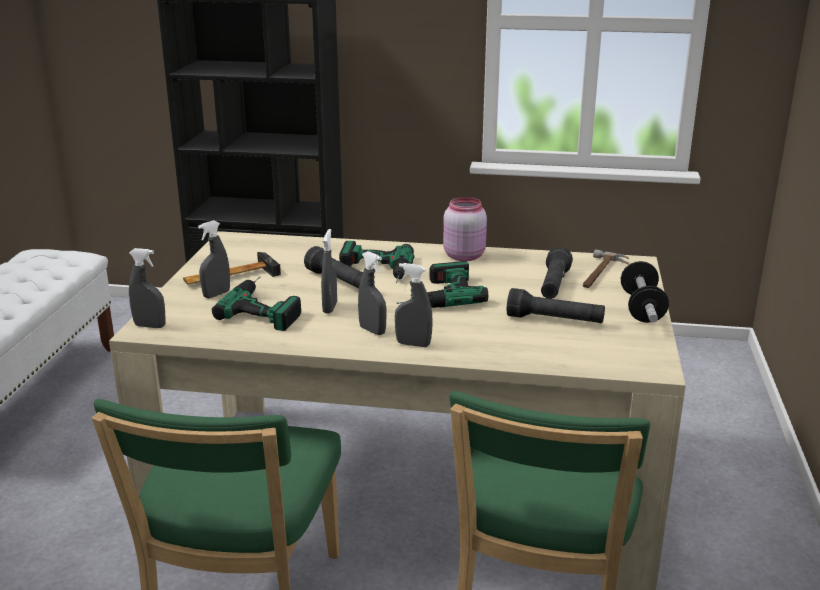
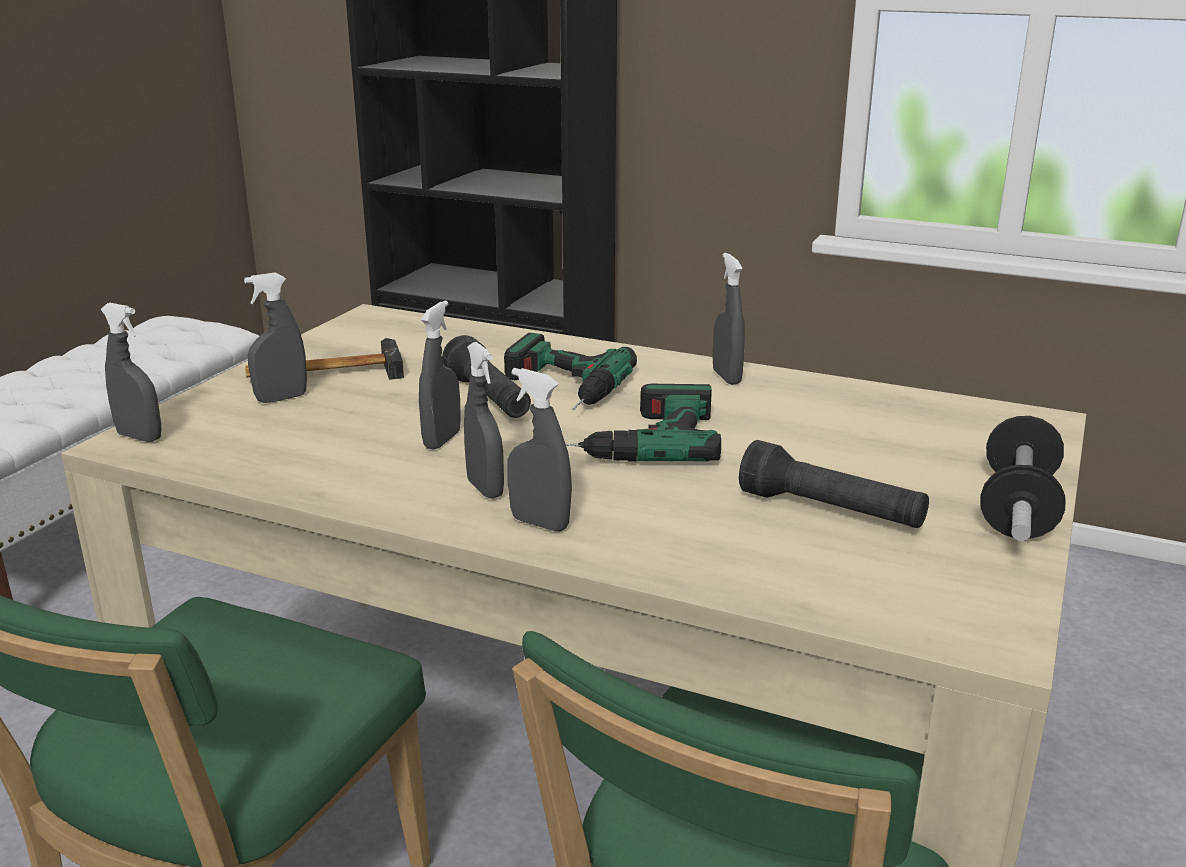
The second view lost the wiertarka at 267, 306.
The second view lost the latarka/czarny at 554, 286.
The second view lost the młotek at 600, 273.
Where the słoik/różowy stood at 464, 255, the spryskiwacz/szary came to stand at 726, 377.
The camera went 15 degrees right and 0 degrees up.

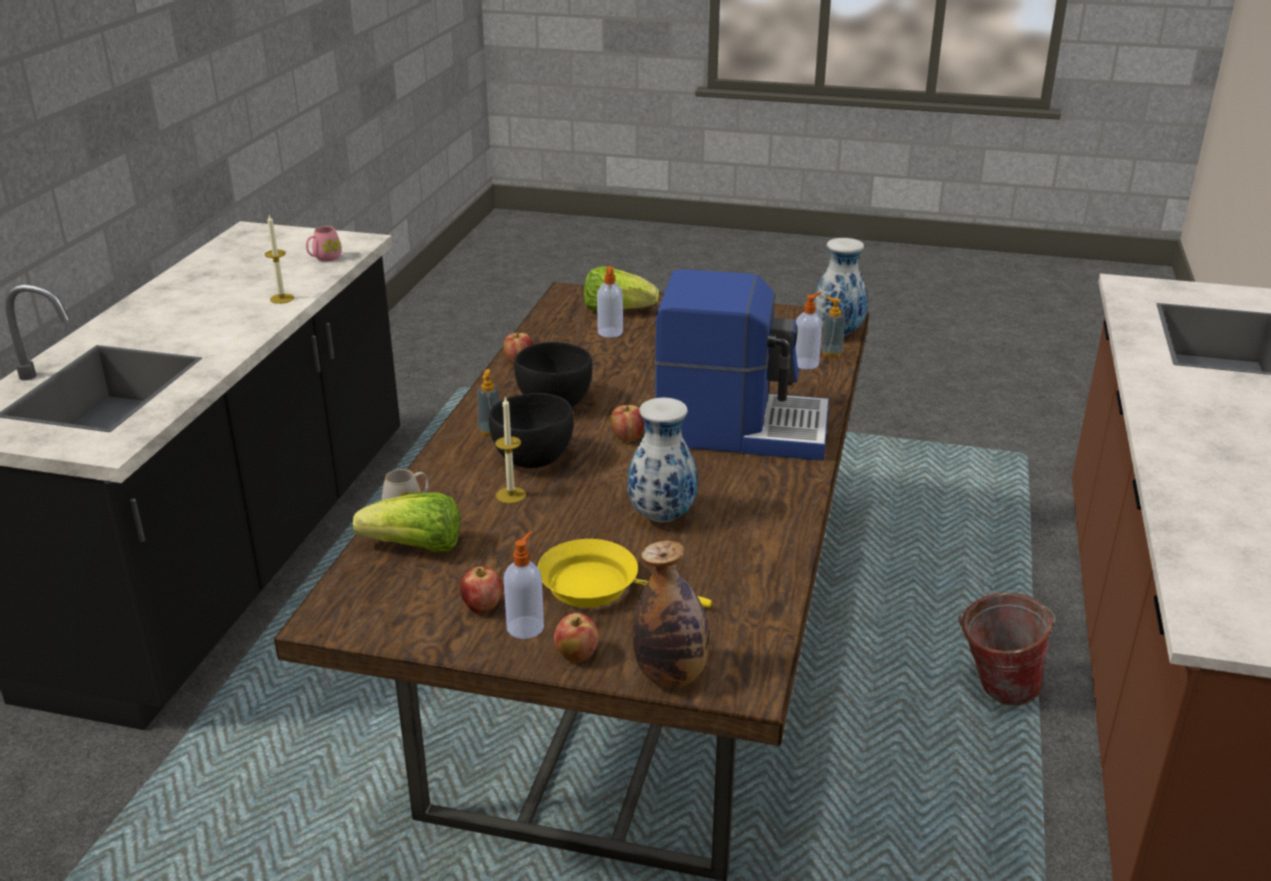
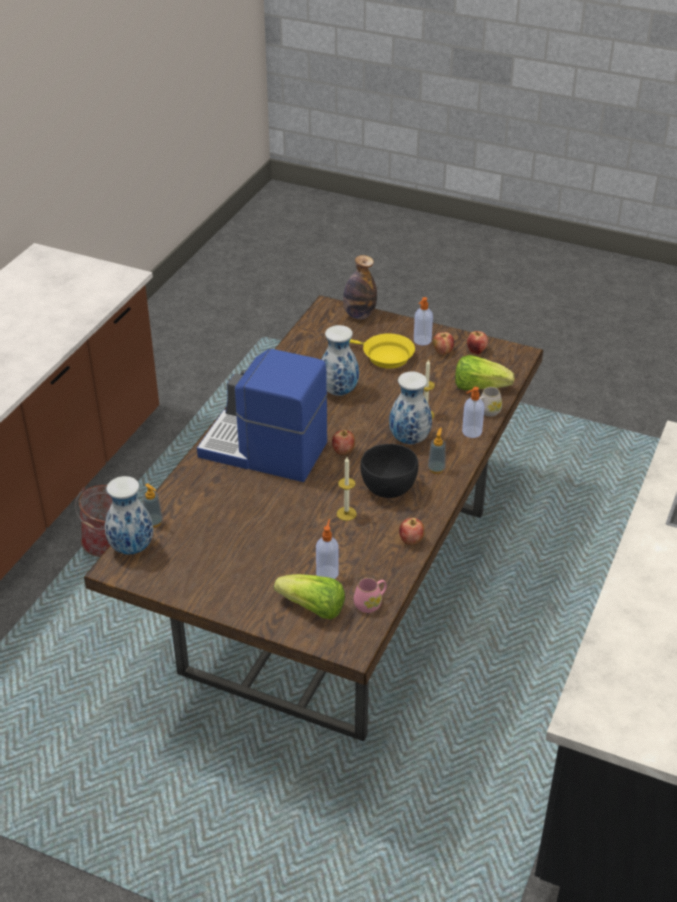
The świeca ended up elsewhere, having gone from 282, 298 to 346, 513.
The kubek/różowy ended up elsewhere, having gone from 324, 258 to 370, 603.
The jabłko ended up elsewhere, having gone from 576, 655 to 476, 351.
The dozownik mydła ended up elsewhere, having gone from 806, 363 to 471, 432.
Where the miska/czarny stood at 534, 460, the wazon came to stand at 408, 440.
The camera went 170 degrees left and 10 degrees up.

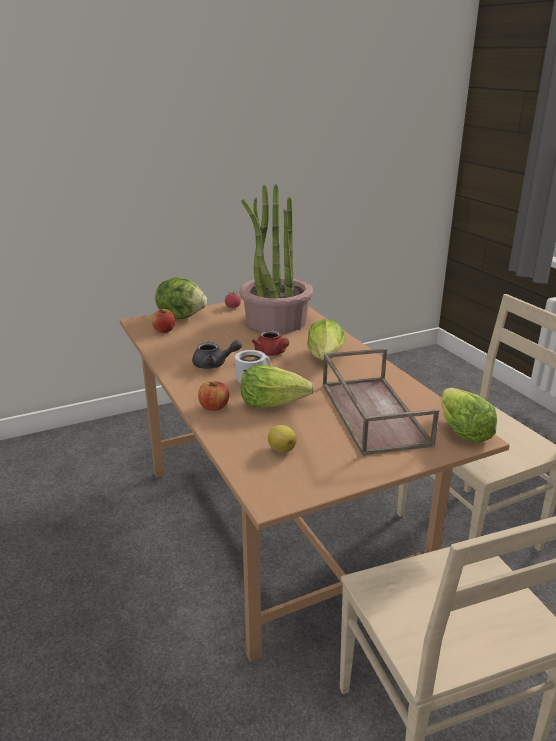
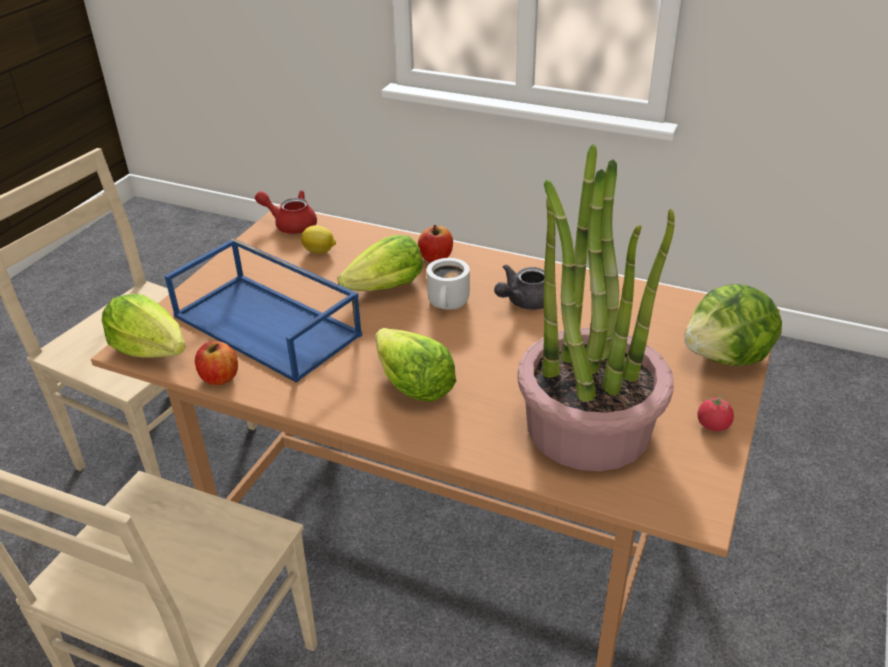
The jabłko ended up elsewhere, having gone from 164, 330 to 219, 377.
The imbryk/czerwony ended up elsewhere, having gone from 272, 353 to 291, 224.
What was the taca/brązowy at 371, 413 turned into the taca/niebieski at 269, 325.
The camera went 140 degrees right and 10 degrees up.

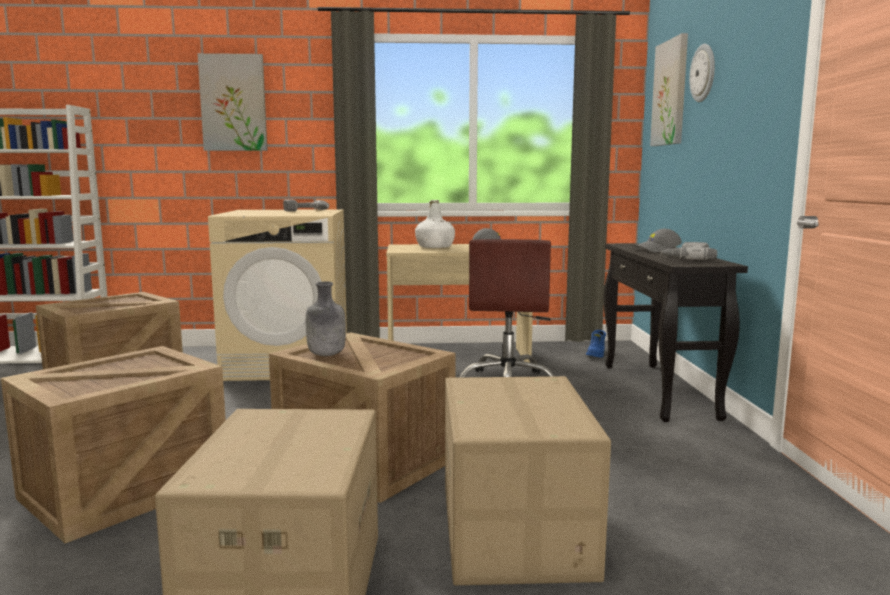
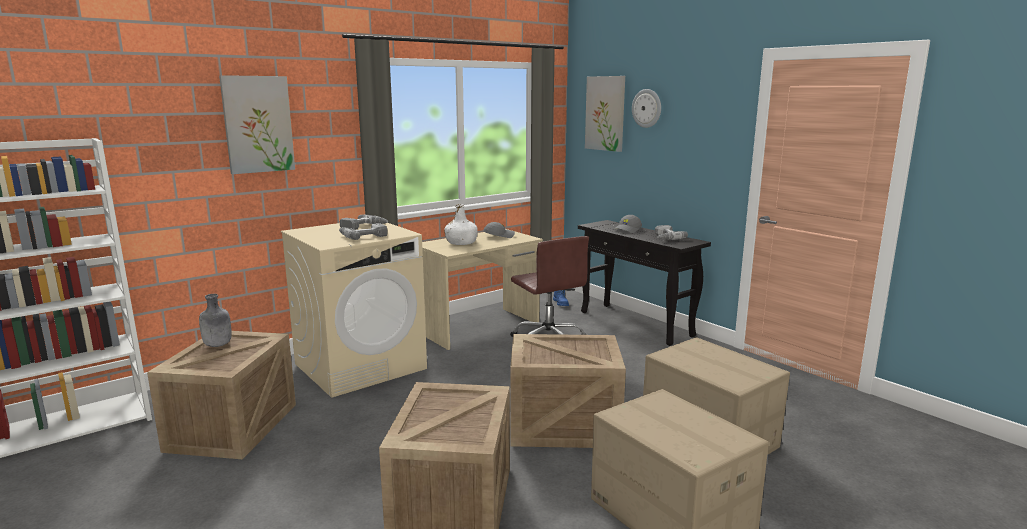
The second view gained the wiertarka at 362, 236.
The butelka/szary ended up elsewhere, having gone from 326, 355 to 218, 345.
The camera went 35 degrees left and 5 degrees up.

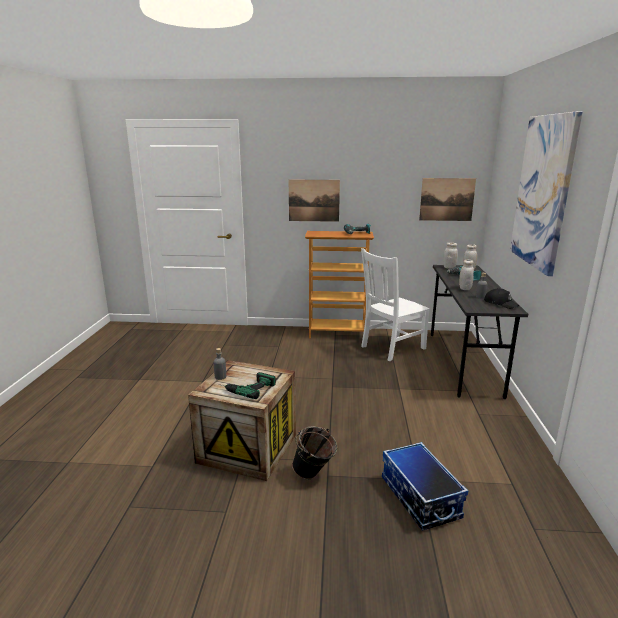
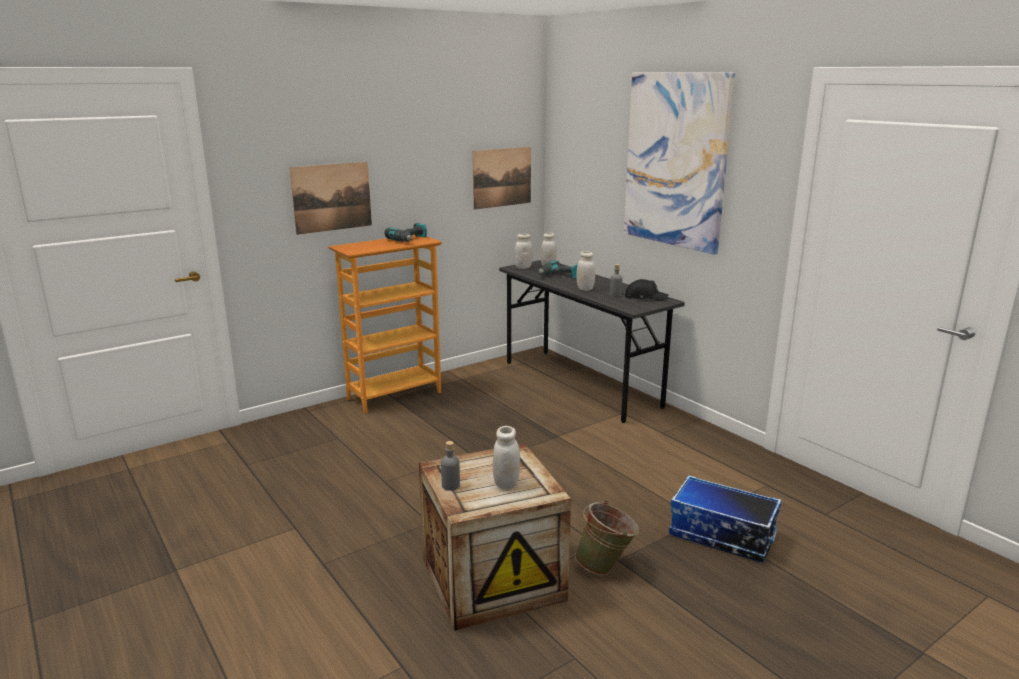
The second view lost the krzesło/biały at 391, 348.
Where the wiertarka stood at 246, 387, the słoik/biały came to stand at 506, 484.
What was the wiadro/czarny at 314, 475 turned into the wiadro/zielony at 606, 567.
The camera went 40 degrees left and 0 degrees up.

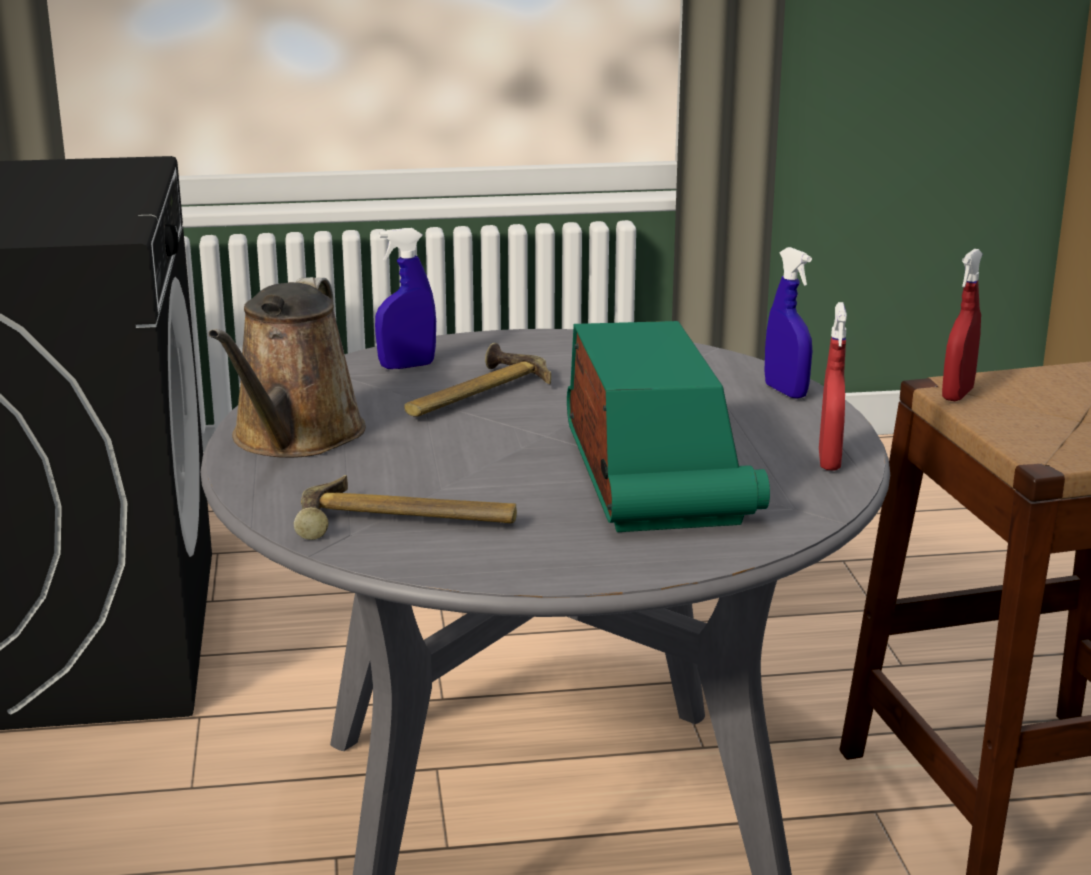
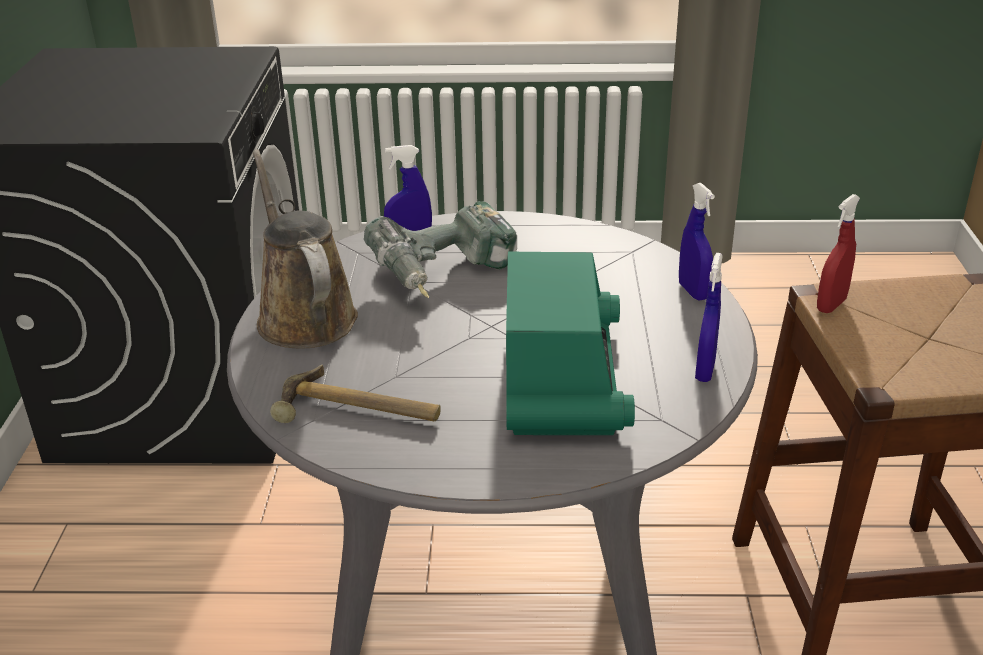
Where the młotek stood at 472, 395, the wiertarka came to stand at 449, 279.
What was the spryskiwacz/czerwony at 829, 461 turned into the spryskiwacz/niebieski at 705, 371.
The konewka/brązowy at 294, 438 ended up facing another way, 135 degrees clockwise from before.
The camera went 10 degrees right and 10 degrees up.

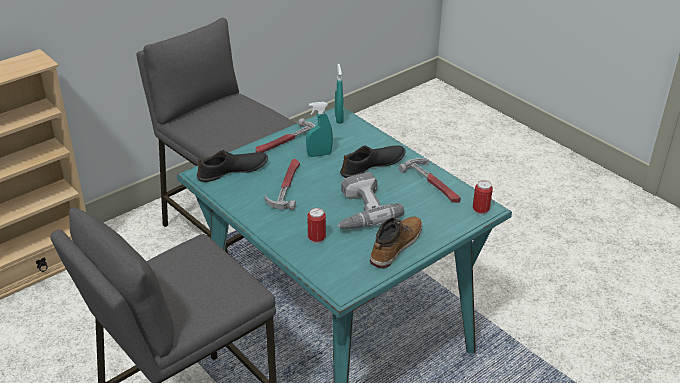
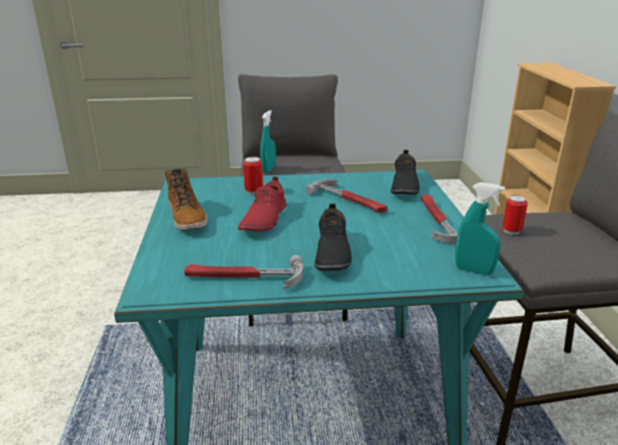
The spryskiwacz/turkusowy ended up elsewhere, having gone from 319, 155 to 268, 169.
The puszka ended up elsewhere, having gone from 480, 210 to 511, 231.
Where the wiertarka stood at 359, 210, the but/czerwony came to stand at 263, 219.
The camera went 125 degrees right and 10 degrees down.

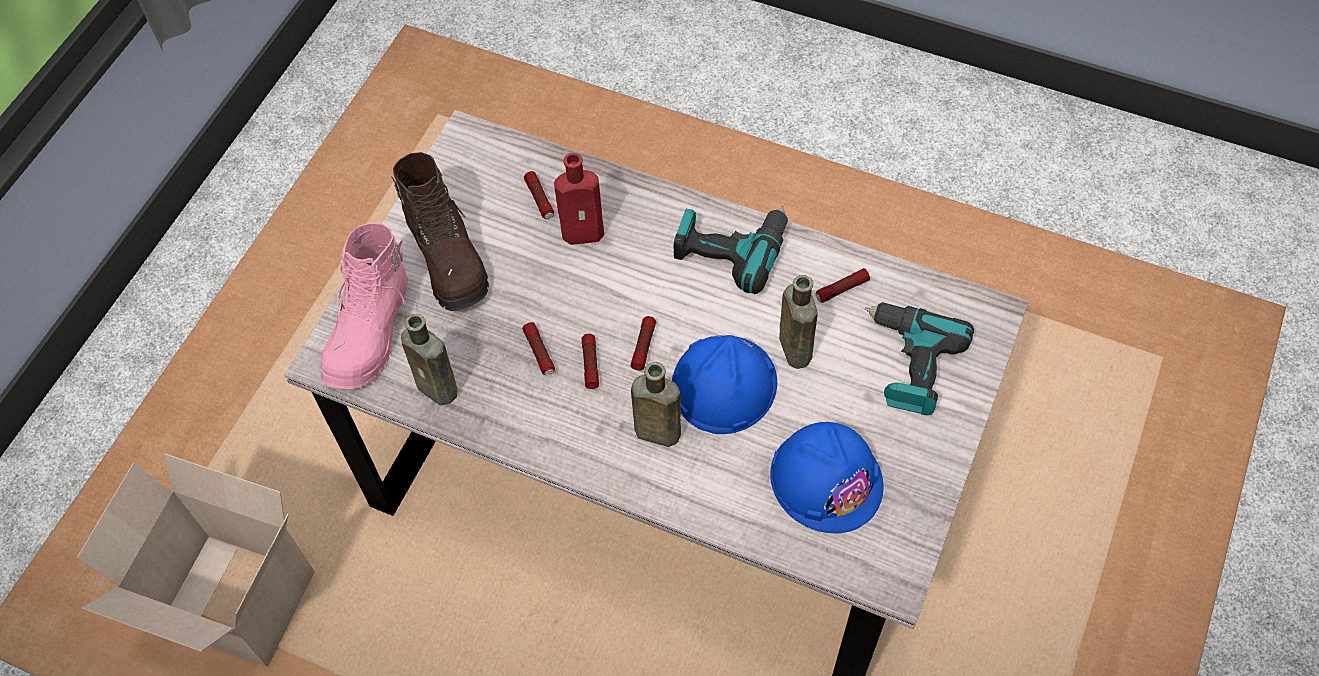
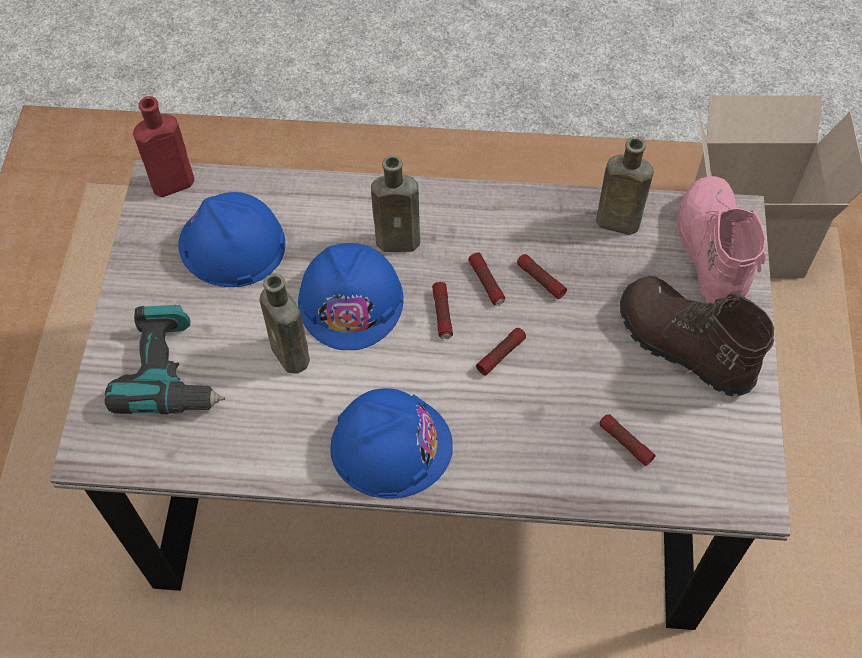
The butelka/czerwony ended up elsewhere, having gone from 586, 233 to 170, 185.
The latarka ended up elsewhere, having gone from 841, 289 to 501, 354.
Where the wiertarka stood at 730, 248, the kask/niebieski came to stand at 391, 445.
The camera went 160 degrees right and 0 degrees up.

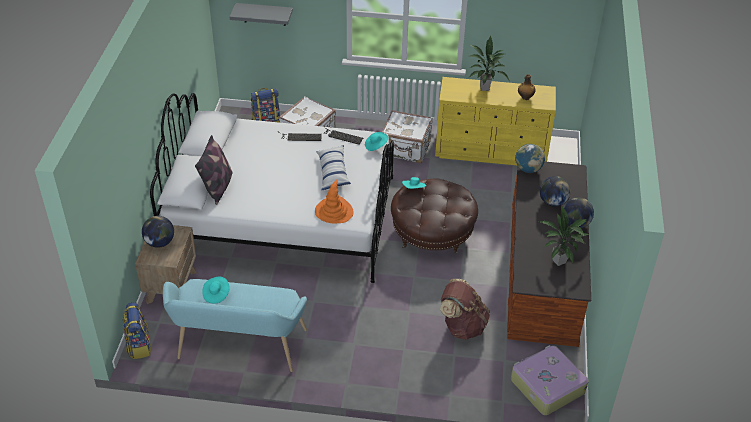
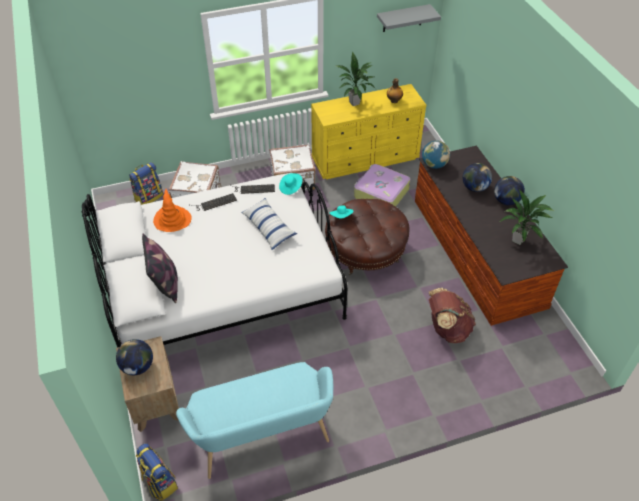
The second view lost the kapelusz/turkusowy at 216, 294.
The półka/szary ended up elsewhere, having gone from 264, 14 to 402, 18.
The kapelusz/pomarańczowy ended up elsewhere, having gone from 334, 211 to 172, 219.
The walizka ended up elsewhere, having gone from 546, 386 to 380, 193.
The camera went 25 degrees left and 5 degrees up.

